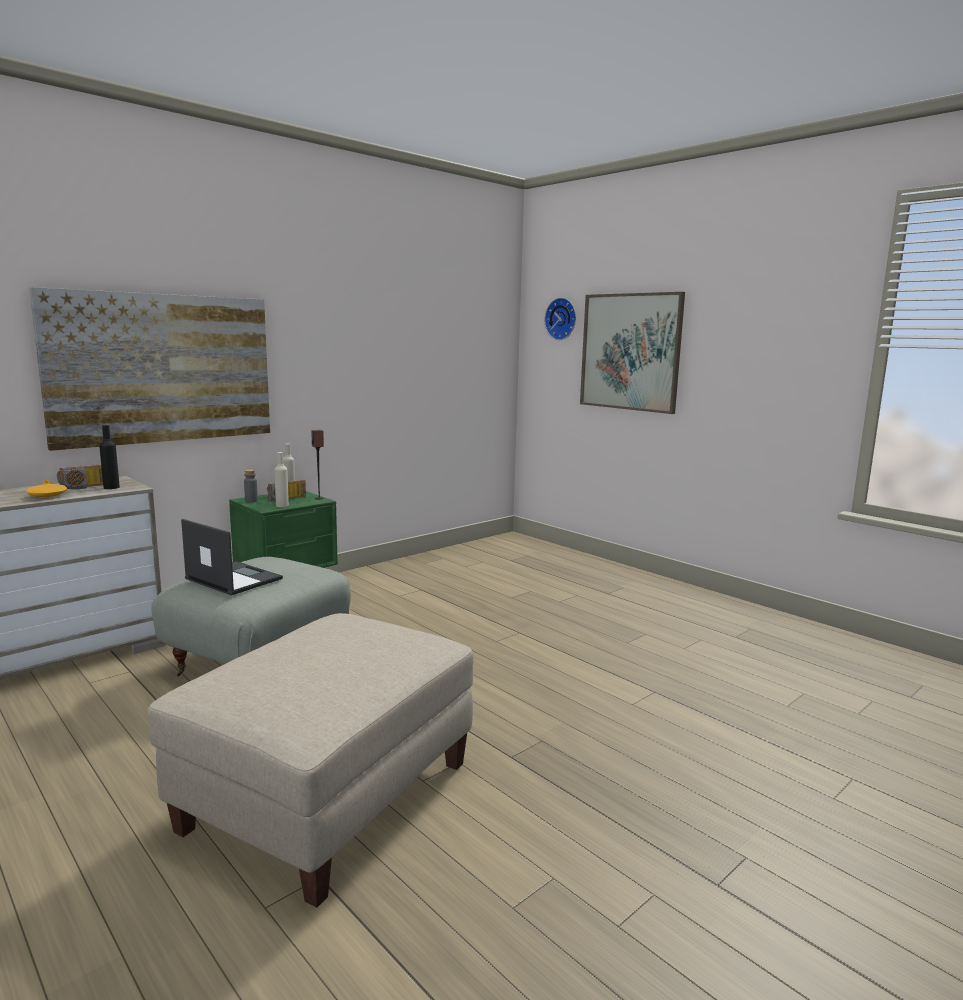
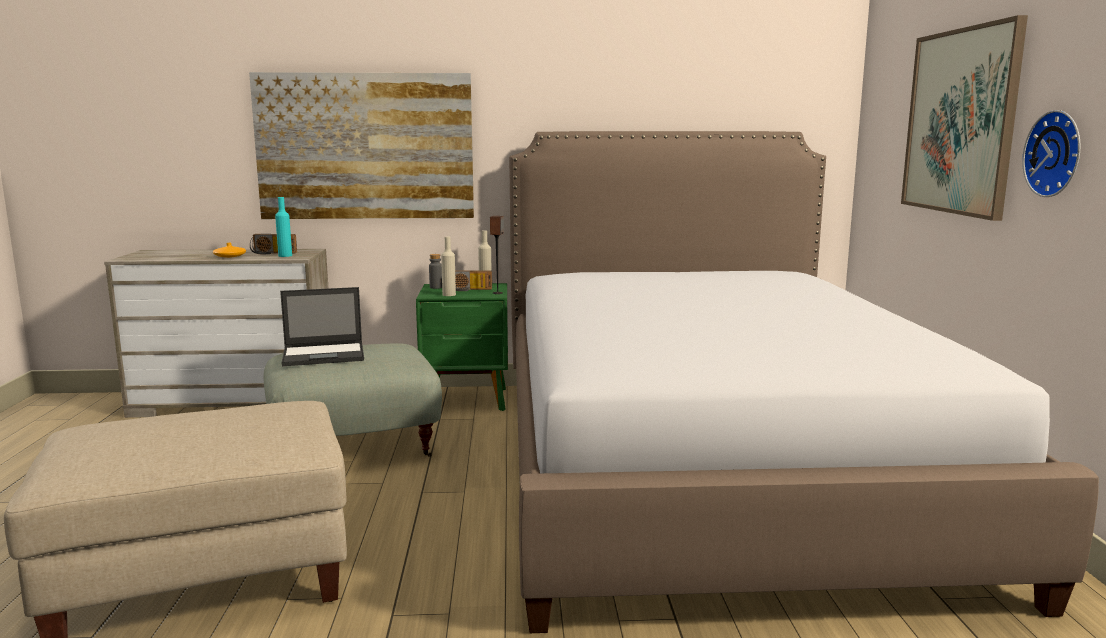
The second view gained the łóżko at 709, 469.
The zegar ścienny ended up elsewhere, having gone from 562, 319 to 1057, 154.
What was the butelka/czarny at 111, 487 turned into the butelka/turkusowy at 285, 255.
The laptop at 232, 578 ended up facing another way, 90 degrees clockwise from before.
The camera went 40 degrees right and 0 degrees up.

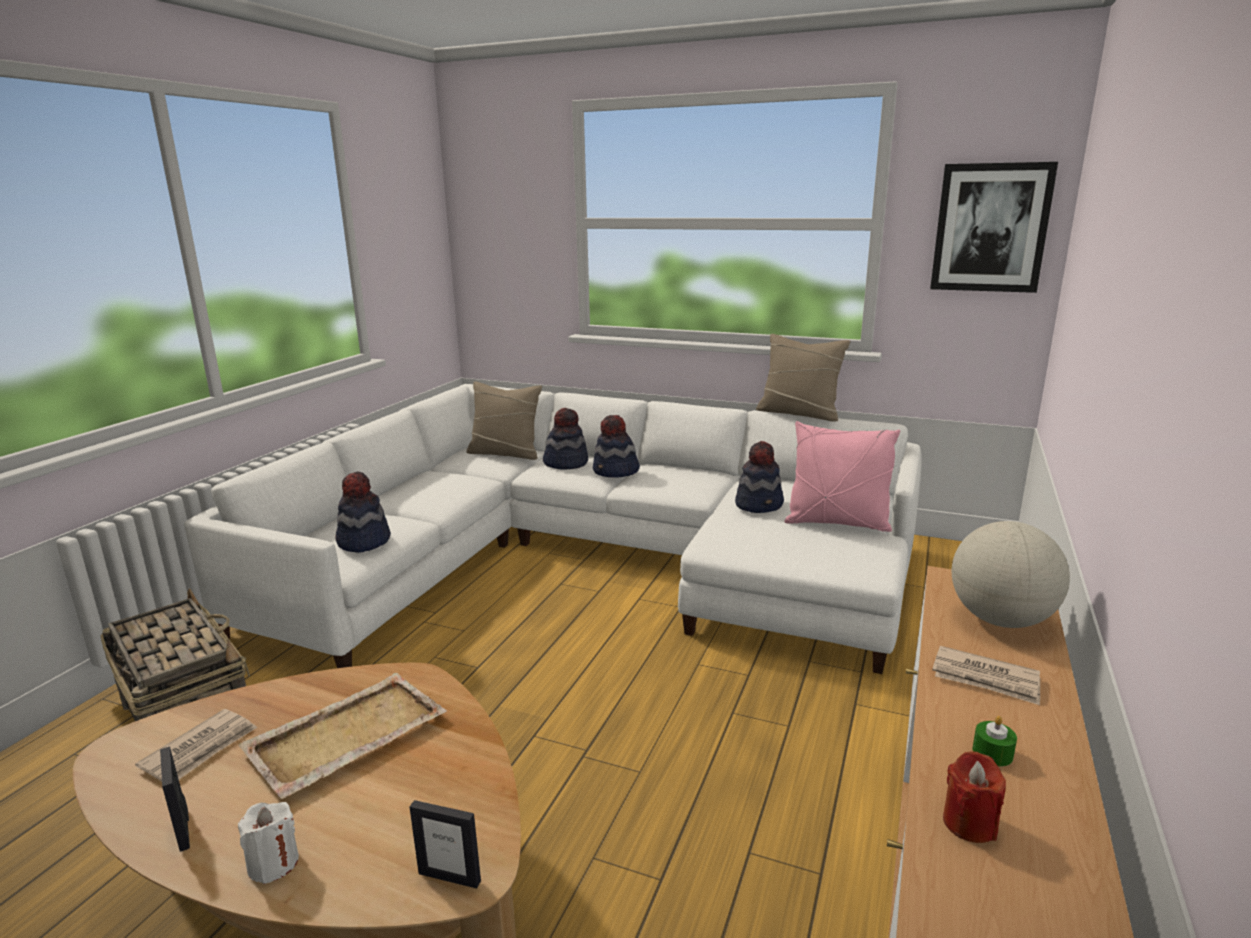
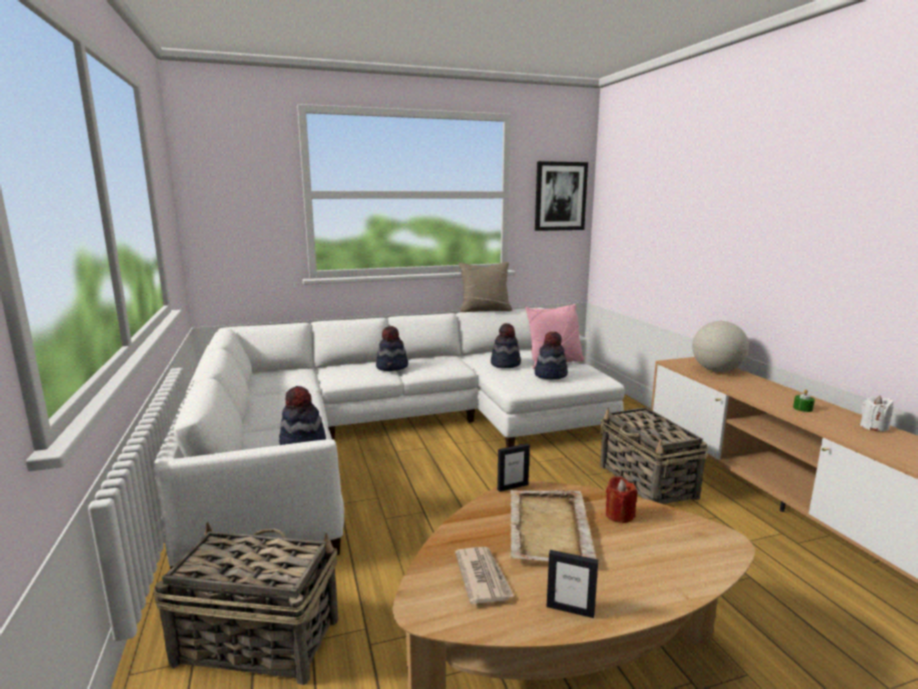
The second view lost the poduszka/beżowy at 505, 453.
The second view lost the gazeta at 986, 679.
The second view gained the koszyk at 647, 482.
The świeca/biały ended up elsewhere, having gone from 273, 863 to 873, 427.
The ramka na zdjęcie ended up elsewhere, having gone from 450, 877 to 512, 487.
The kapelusz ended up elsewhere, having gone from 566, 463 to 550, 375.
The świeca/czerwony ended up elsewhere, having gone from 969, 823 to 619, 515.
The camera went 40 degrees left and 5 degrees down.

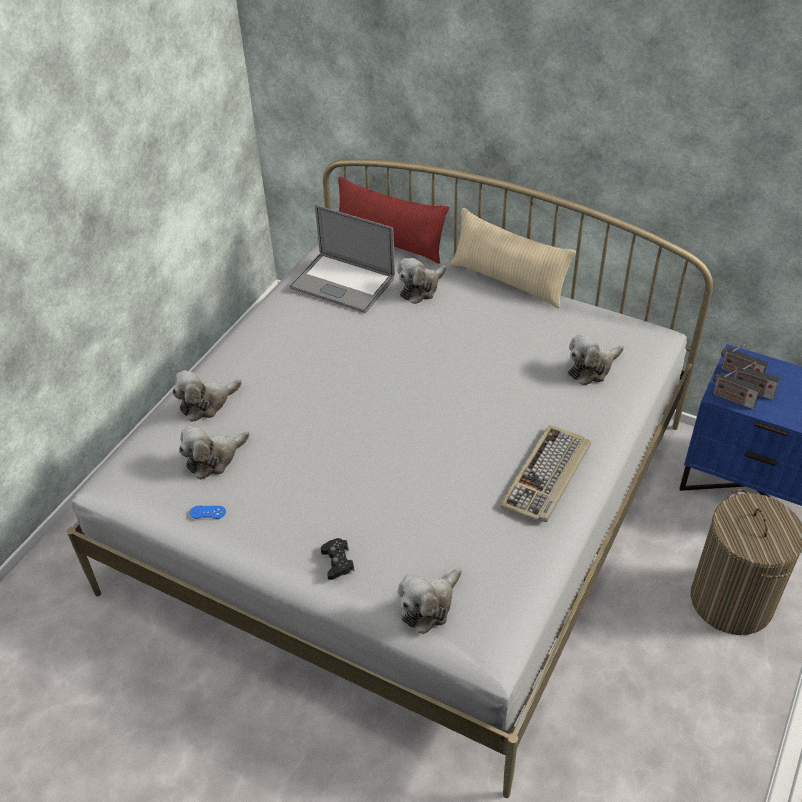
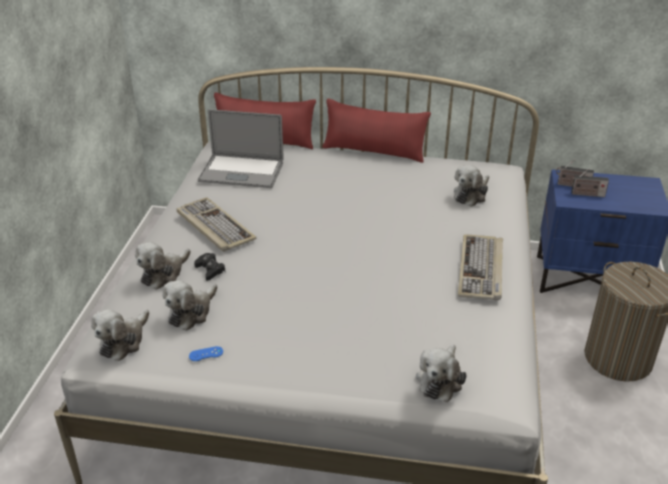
The second view lost the radio at 731, 399.
The second view gained the klawiatura at 214, 227.
The pad do gier/czarny ended up elsewhere, having gone from 337, 562 to 210, 270.
The pluszak ended up elsewhere, having gone from 421, 288 to 123, 341.
What was the poduszka/beżowy at 508, 281 turned into the poduszka/czerwony at 374, 152.
The camera went 20 degrees left and 10 degrees down.

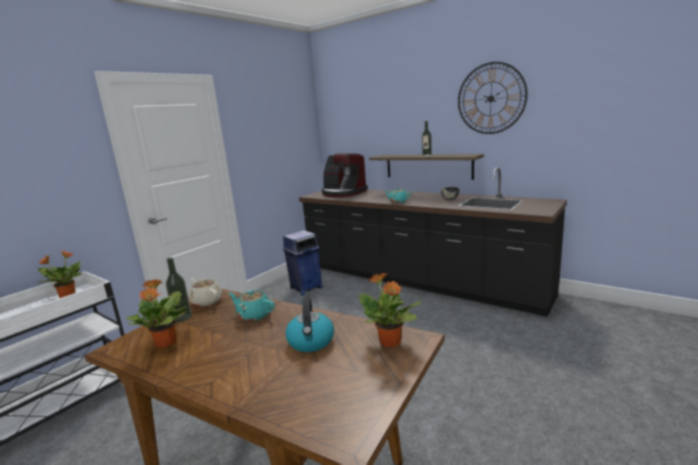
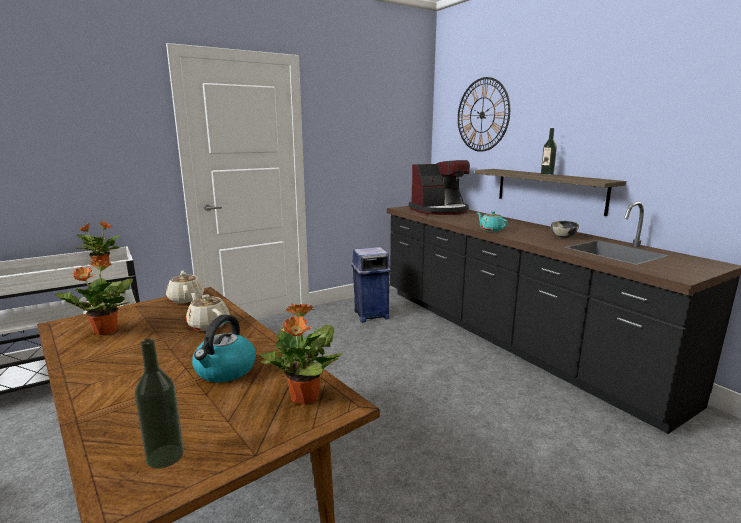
The butelka ended up elsewhere, having gone from 182, 317 to 165, 456.
The zegar ścienny ended up elsewhere, having gone from 491, 98 to 482, 115.
What was the imbryk/turkusowy at 253, 315 turned into the imbryk/beżowy at 208, 324.
The ekspres do kawy at 343, 193 ended up facing another way, 75 degrees counterclockwise from before.
The camera went 20 degrees right and 0 degrees up.

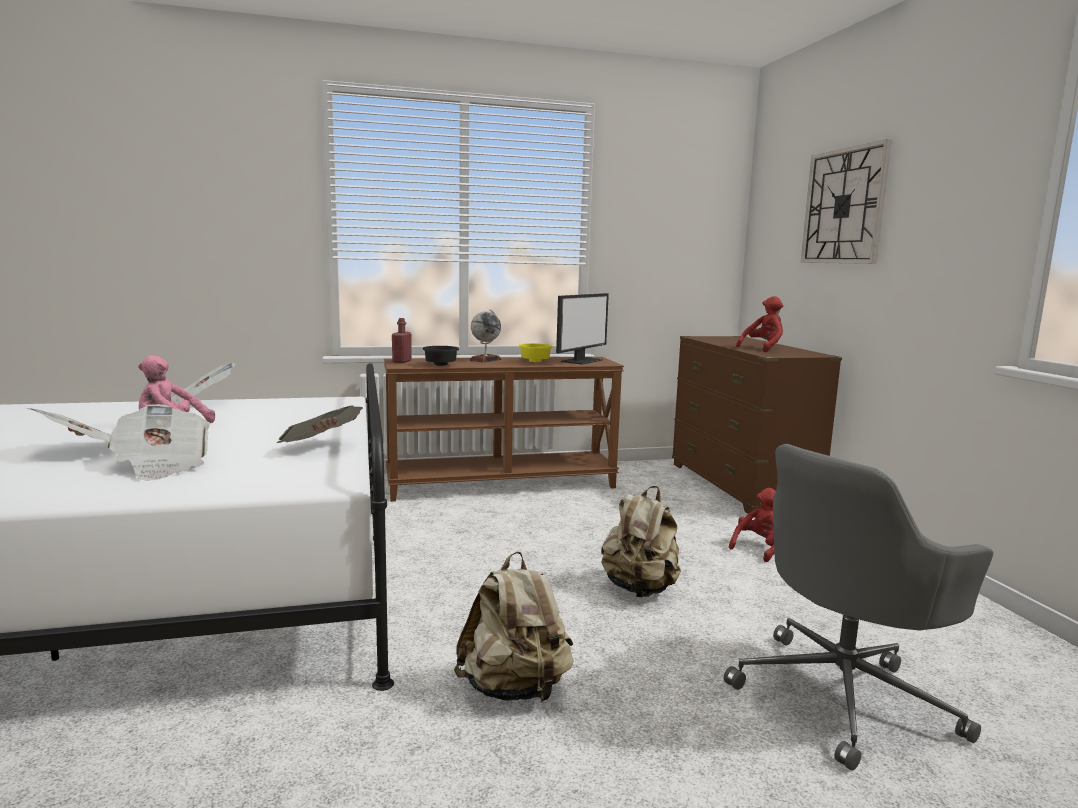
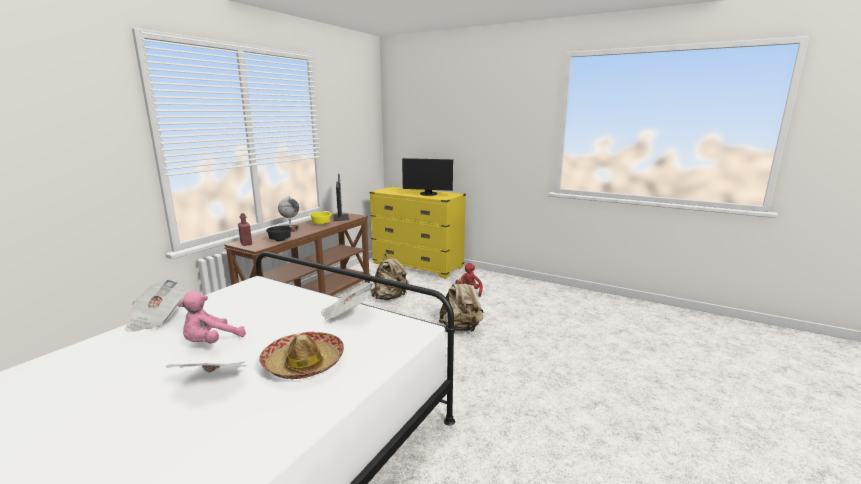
The second view lost the krzesło biurowe/szary at 844, 695.
The second view lost the zegar ścienny at 844, 206.
The plecak/beżowy ended up elsewhere, having gone from 515, 688 to 390, 297.
Where the gazeta stood at 162, 466, the kapelusz came to stand at 303, 364.
Where the pluszak/czerwony stood at 763, 349, the monitor came to stand at 428, 194.
What was the komoda/brązowy at 740, 487 turned into the komoda/żółty at 418, 265.
The camera went 45 degrees left and 5 degrees up.

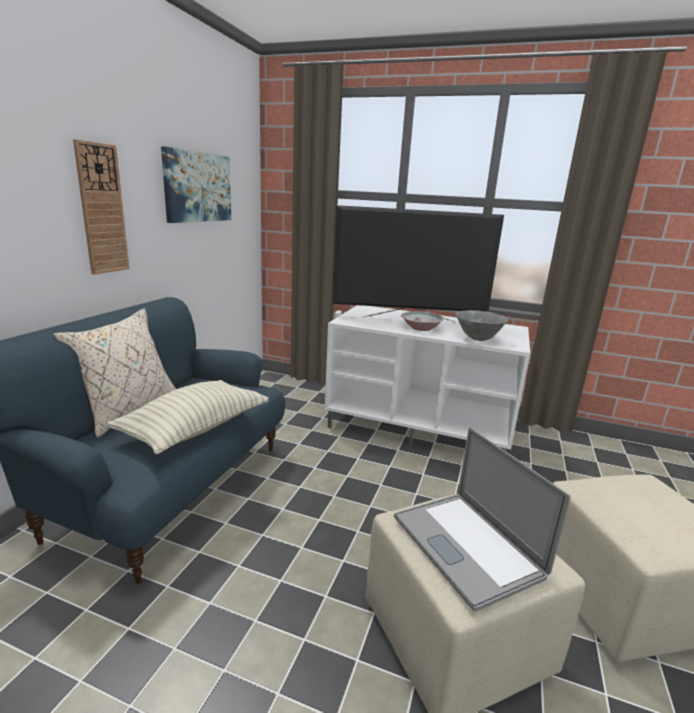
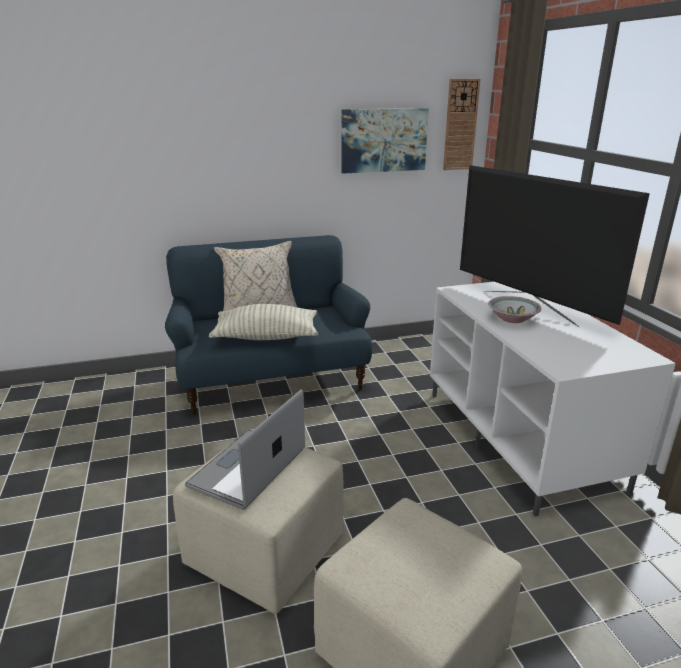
The second view lost the miska/szary at 478, 339.
The zegar ścienny ended up elsewhere, having gone from 102, 209 to 460, 125.
The camera went 55 degrees right and 5 degrees up.

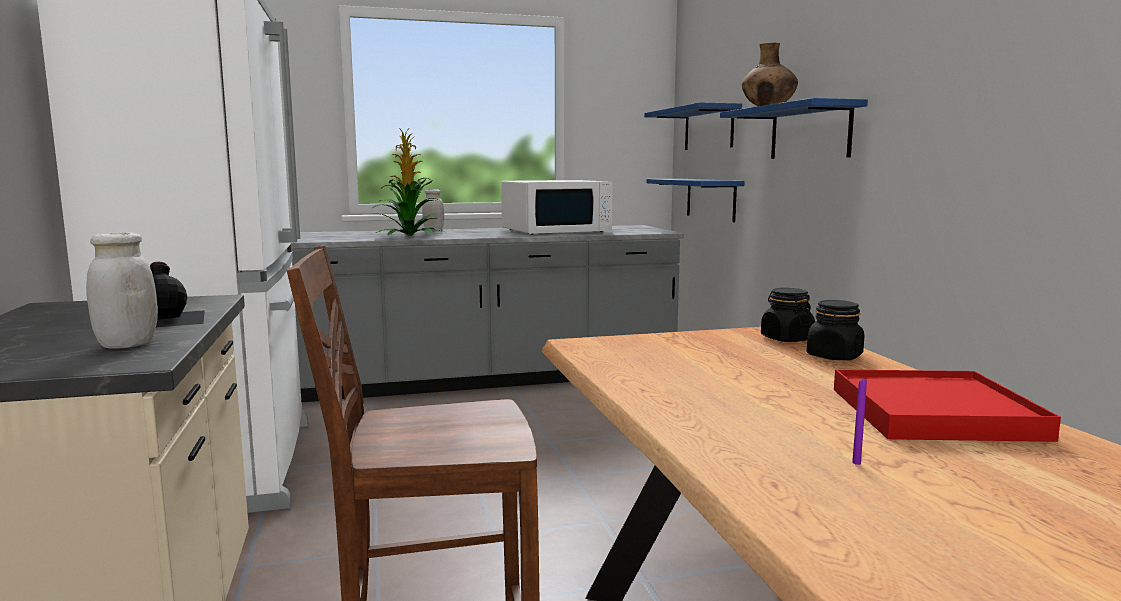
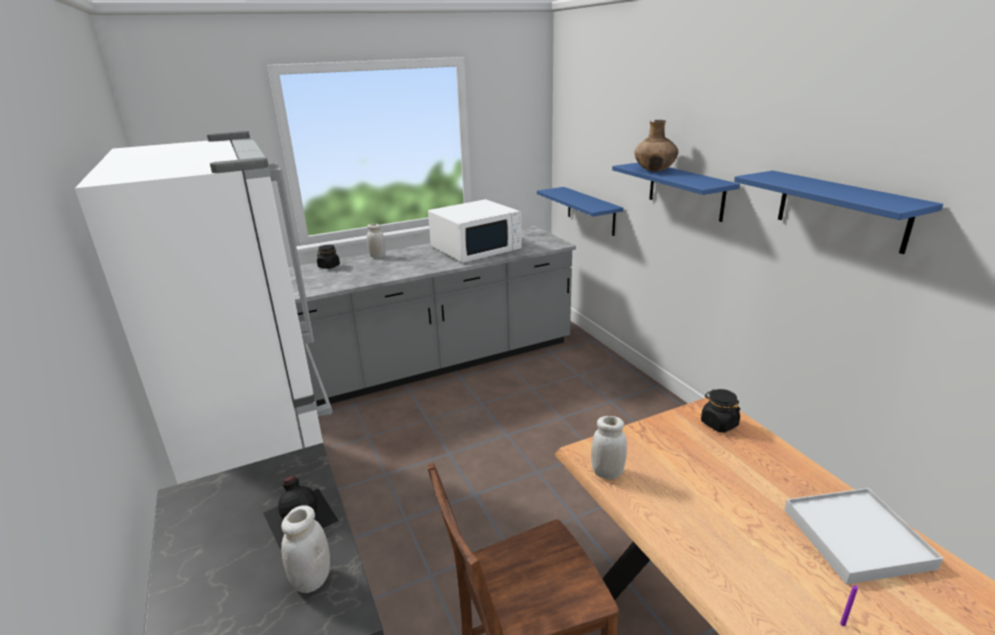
The second view lost the roślina doniczkowa at 409, 236.
The second view gained the słoik/biały at 607, 473.
The półka/niebieski ended up elsewhere, having gone from 708, 128 to 841, 210.
The słoik/czarny ended up elsewhere, having gone from 834, 356 to 329, 266.
What was the taca/czerwony at 933, 413 turned into the taca/biały at 855, 537.
The camera went 10 degrees left and 15 degrees up.

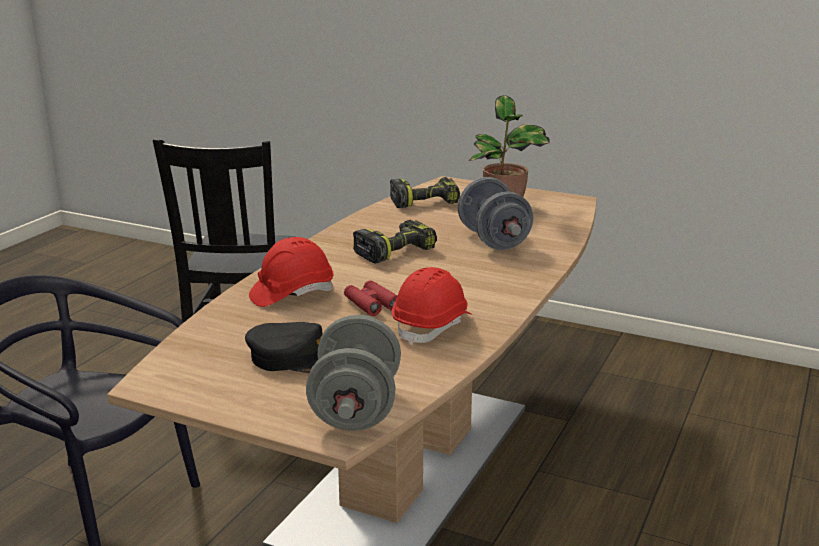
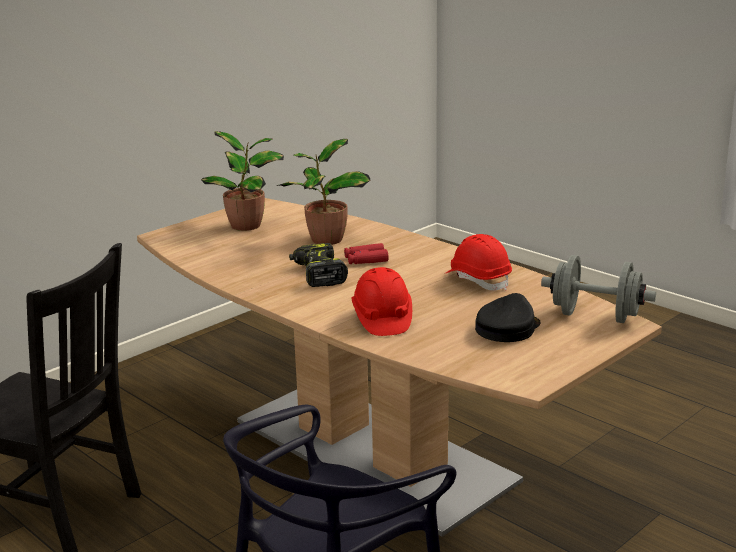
The second view lost the wiertarka at 425, 202.
The lornetka/czerwony ended up elsewhere, having gone from 371, 304 to 366, 259.
Where the hantel/szary stood at 493, 240, the roślina doniczkowa came to stand at 325, 240.
The camera went 70 degrees left and 0 degrees up.

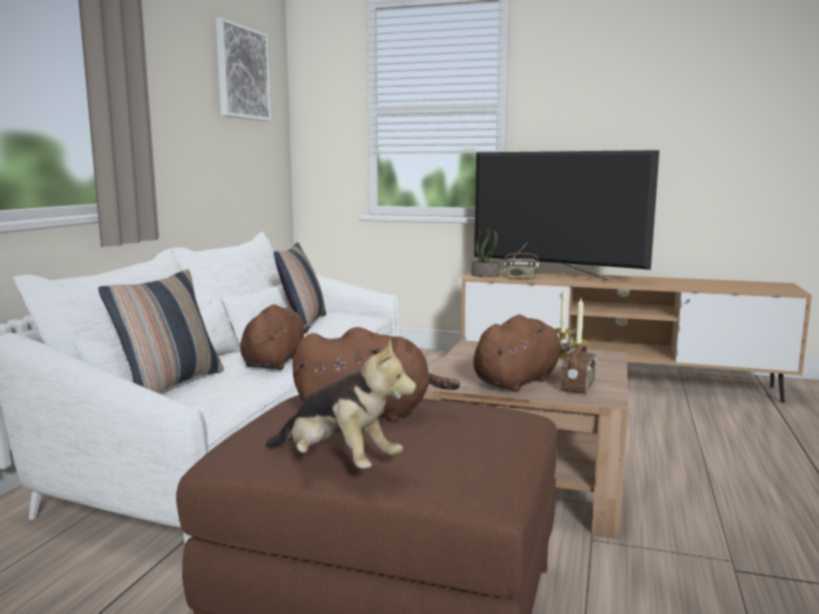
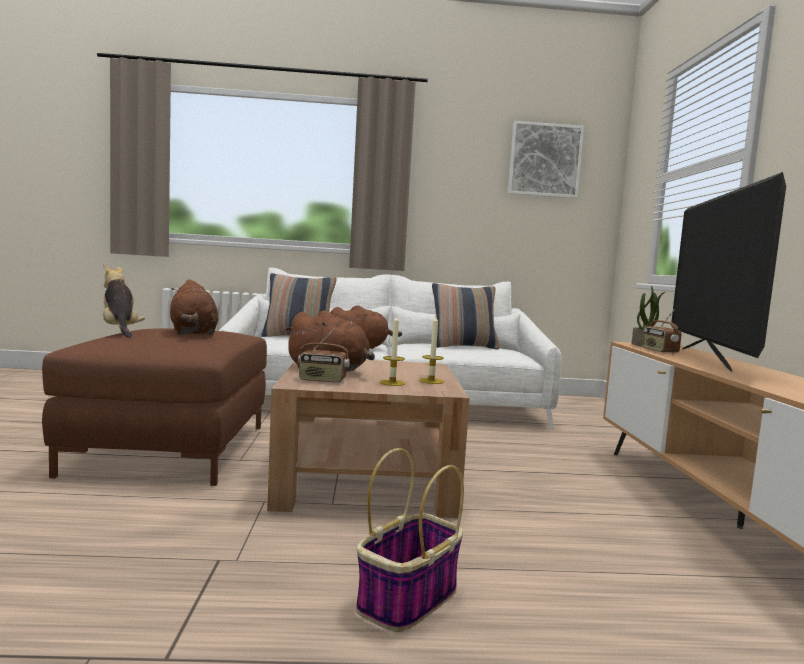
The second view gained the koszyk at 407, 600.
The pluszak at 338, 463 ended up facing another way, 135 degrees clockwise from before.
The camera went 70 degrees right and 5 degrees down.

